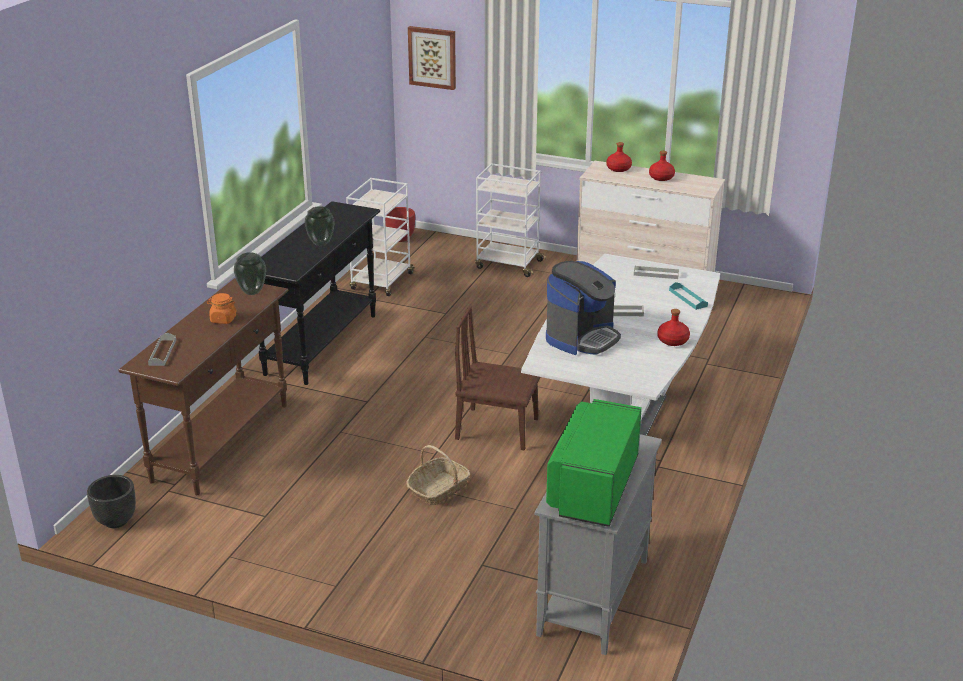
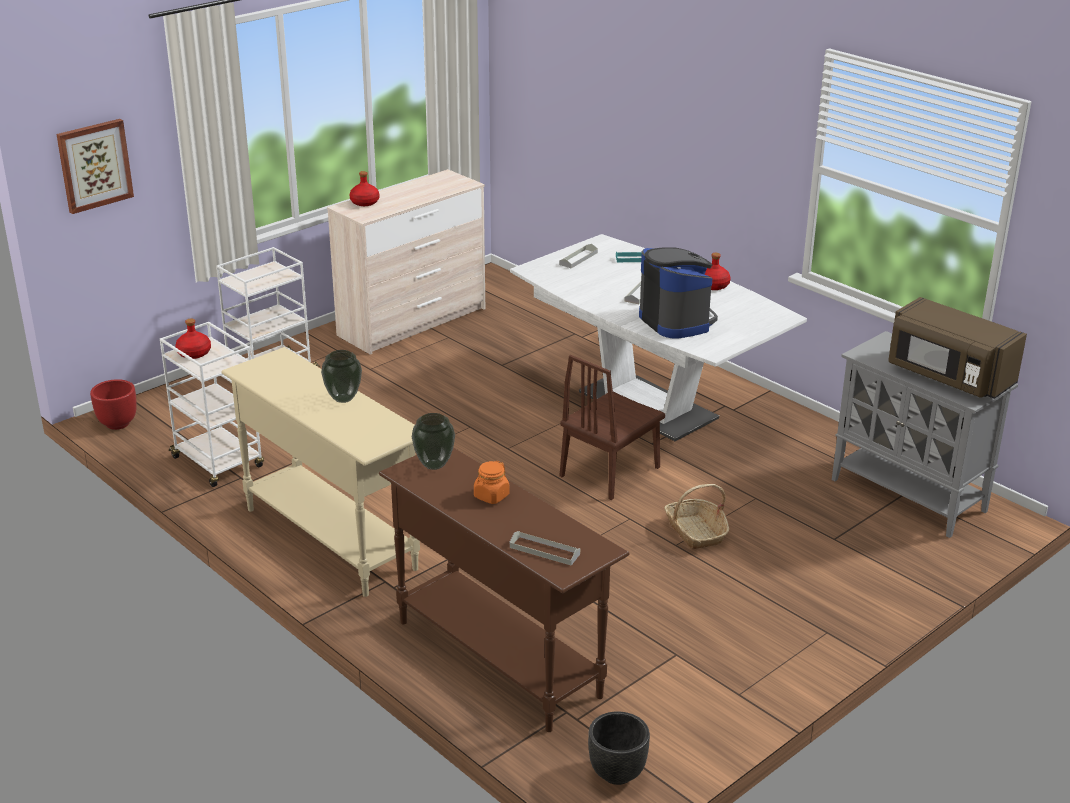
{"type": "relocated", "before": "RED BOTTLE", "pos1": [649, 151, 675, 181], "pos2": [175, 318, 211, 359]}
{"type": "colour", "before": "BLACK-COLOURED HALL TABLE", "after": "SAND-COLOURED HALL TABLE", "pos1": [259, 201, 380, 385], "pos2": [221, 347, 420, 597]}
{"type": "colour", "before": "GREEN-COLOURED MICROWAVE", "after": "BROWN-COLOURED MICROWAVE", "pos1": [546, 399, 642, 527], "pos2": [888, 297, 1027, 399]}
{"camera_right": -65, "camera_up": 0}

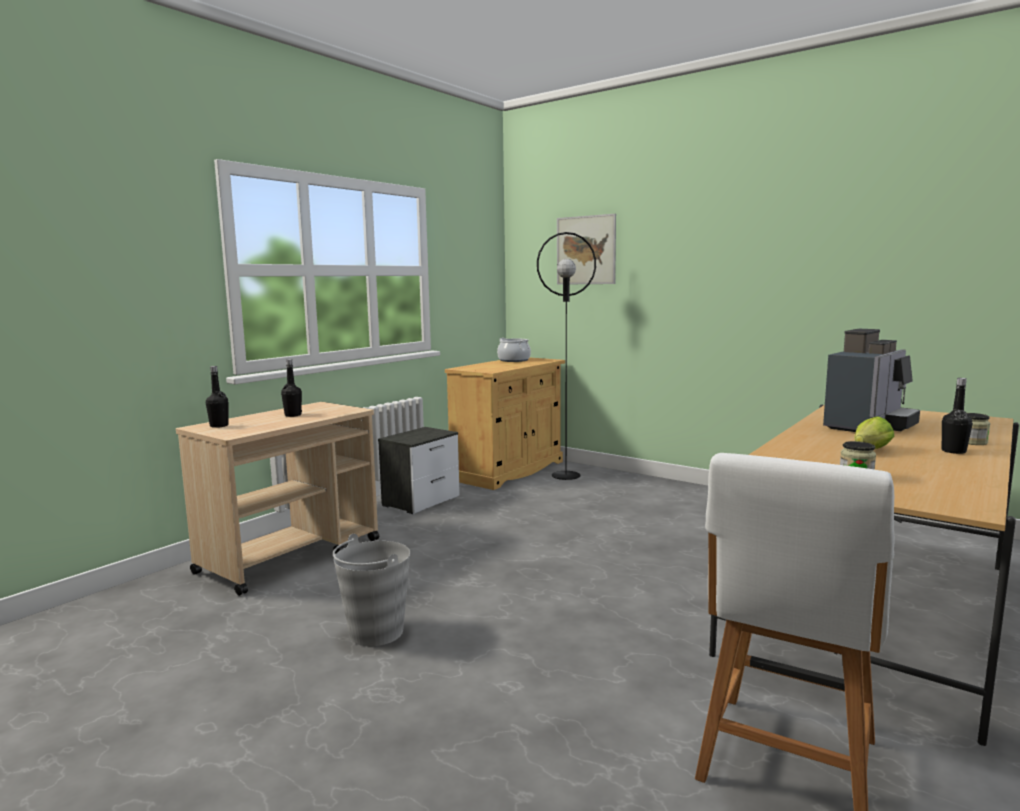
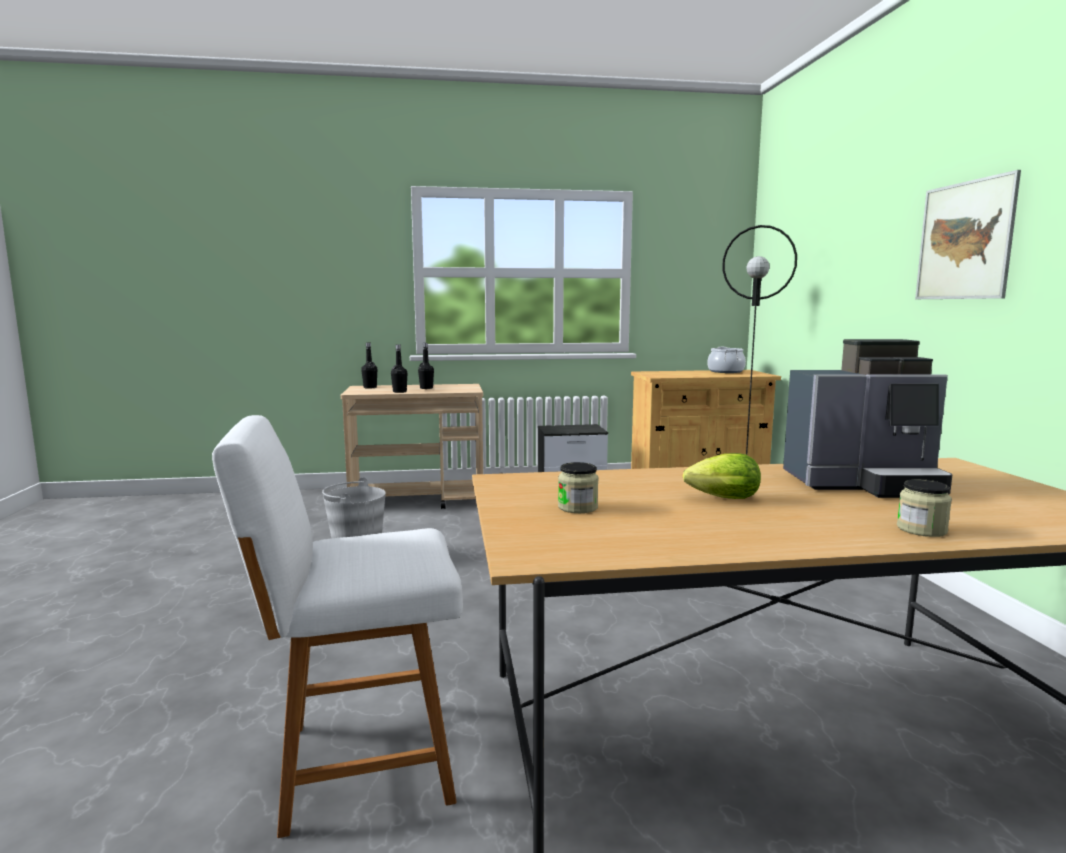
{"type": "relocated", "before": "BLACK-COLOURED BOTTLE", "pos1": [942, 378, 973, 454], "pos2": [391, 344, 407, 393]}
{"type": "relocated", "before": "WALL PICTURE", "pos1": [557, 214, 616, 285], "pos2": [915, 170, 1021, 299]}
{"camera_right": 45, "camera_up": 0}

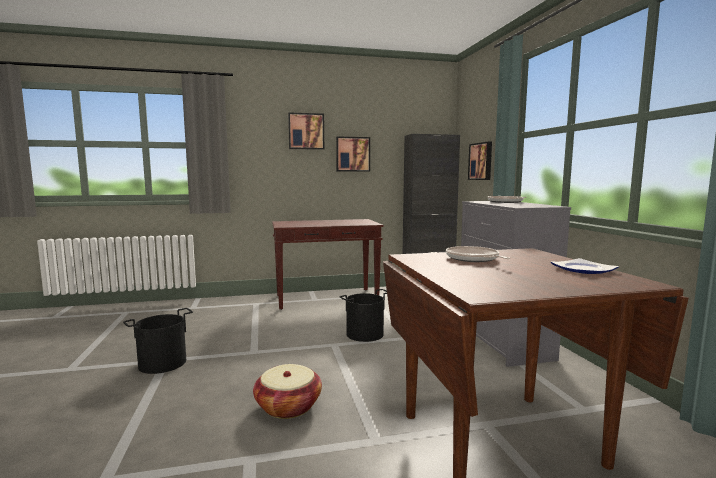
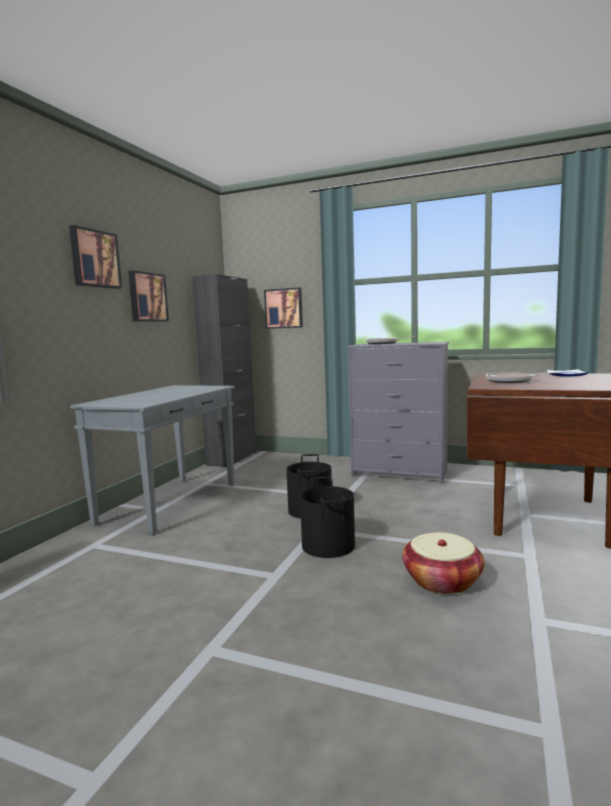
{"type": "colour", "before": "BROWN-COLOURED HALL TABLE", "after": "GREY HALL TABLE", "pos1": [272, 219, 383, 310], "pos2": [70, 385, 235, 534]}
{"type": "relocated", "before": "BLACK-COLOURED PAIL", "pos1": [123, 308, 193, 374], "pos2": [300, 477, 355, 558]}
{"camera_right": -55, "camera_up": 0}

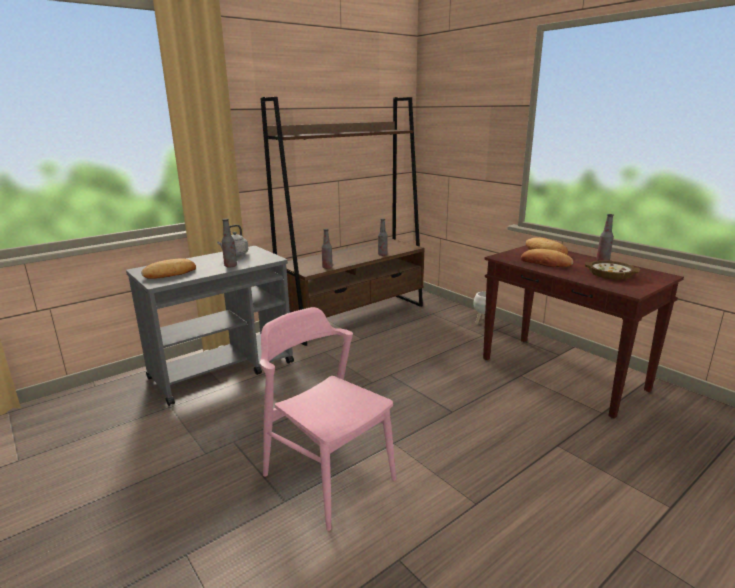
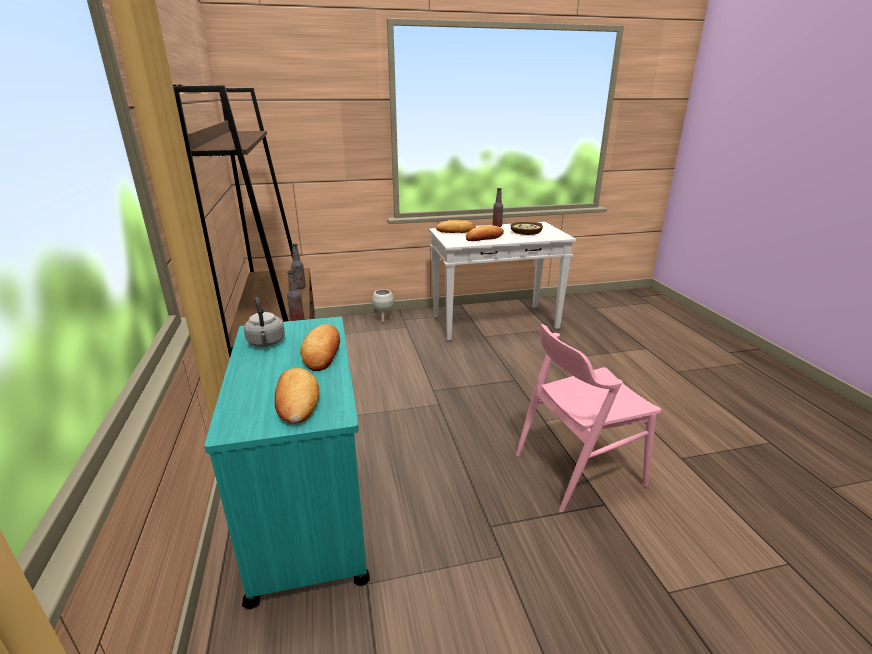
{"type": "colour", "before": "GREY TROLLEY", "after": "BLUE-GREEN TROLLEY", "pos1": [126, 246, 294, 406], "pos2": [204, 316, 370, 609]}
{"type": "exchanged", "before": "BOTTLE", "after": "BAKERY BREAD", "pos1": [222, 219, 237, 268], "pos2": [300, 324, 340, 371]}
{"type": "colour", "before": "BROWN-COLOURED HALL TABLE", "after": "WHITISH HALL TABLE", "pos1": [483, 245, 684, 419], "pos2": [429, 222, 576, 341]}
{"camera_right": -65, "camera_up": 5}

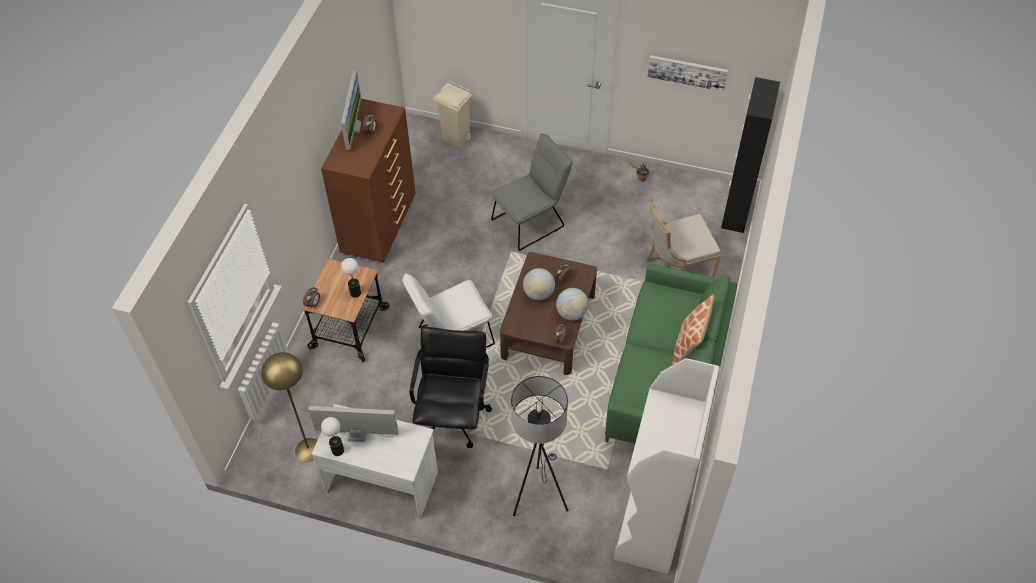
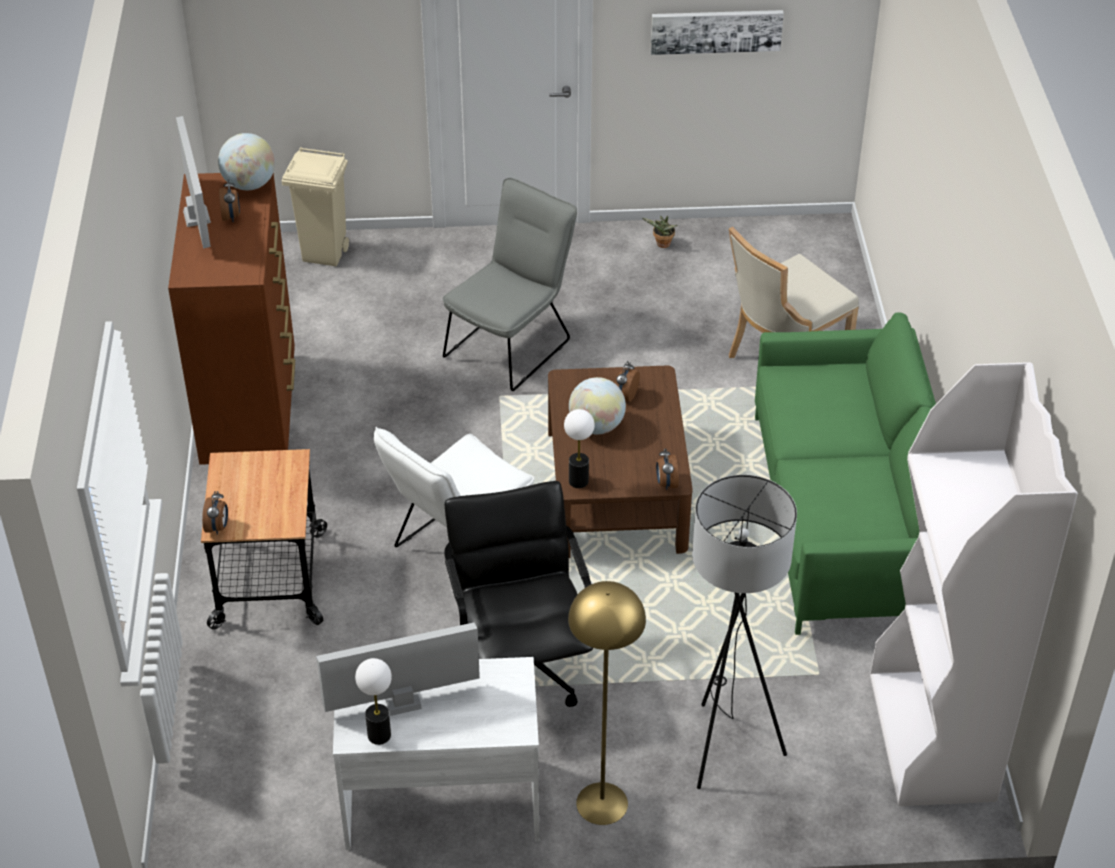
{"type": "relocated", "before": "WORLD GLOBE", "pos1": [556, 288, 589, 320], "pos2": [218, 133, 275, 190]}
{"type": "relocated", "before": "LAMP FOR A TABLE", "pos1": [341, 258, 361, 298], "pos2": [564, 409, 595, 488]}
{"type": "relocated", "before": "YELLOWISH STANDARD LAMP", "pos1": [261, 352, 317, 462], "pos2": [568, 581, 646, 825]}
{"type": "missing", "before": "PILLOW", "pos1": [672, 294, 714, 365]}
{"type": "missing", "before": "BLACK-COLOURED CUPBOARD", "pos1": [721, 77, 780, 233]}
{"camera_right": -20, "camera_up": -10}

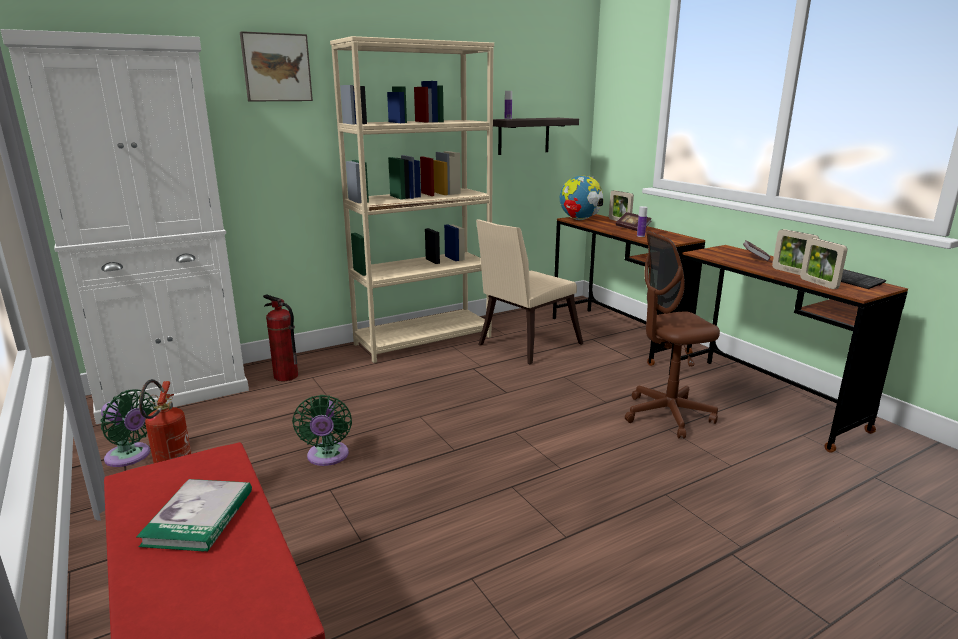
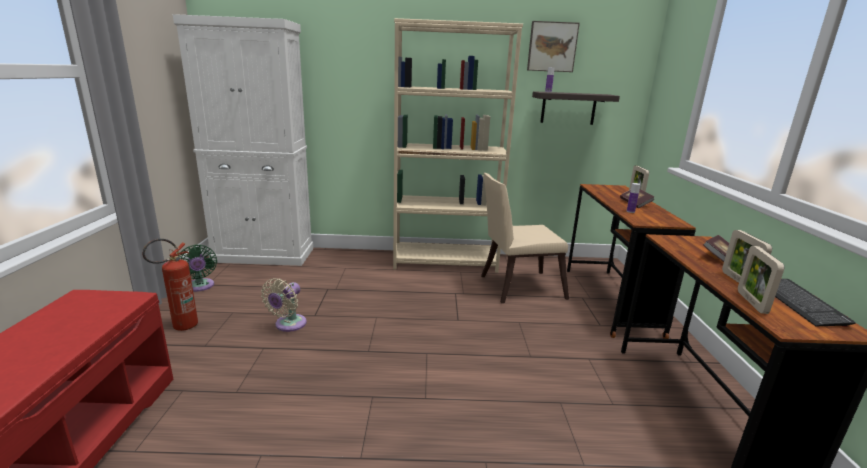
{"type": "colour", "before": "GREEN-COLOURED COOLING FAN", "after": "SAND-COLOURED COOLING FAN", "pos1": [292, 395, 352, 466], "pos2": [261, 278, 307, 332]}
{"type": "relocated", "before": "WALL PICTURE", "pos1": [240, 31, 313, 101], "pos2": [527, 21, 580, 72]}
{"type": "missing", "before": "VOLUME", "pos1": [136, 479, 252, 552]}
{"type": "missing", "before": "EXTINGUISHER", "pos1": [263, 294, 298, 381]}
{"type": "missing", "before": "WORLD GLOBE", "pos1": [560, 175, 603, 220]}
{"type": "missing", "before": "BROWN-COLOURED COMPUTER CHAIR", "pos1": [625, 231, 720, 438]}
{"camera_right": 30, "camera_up": 0}

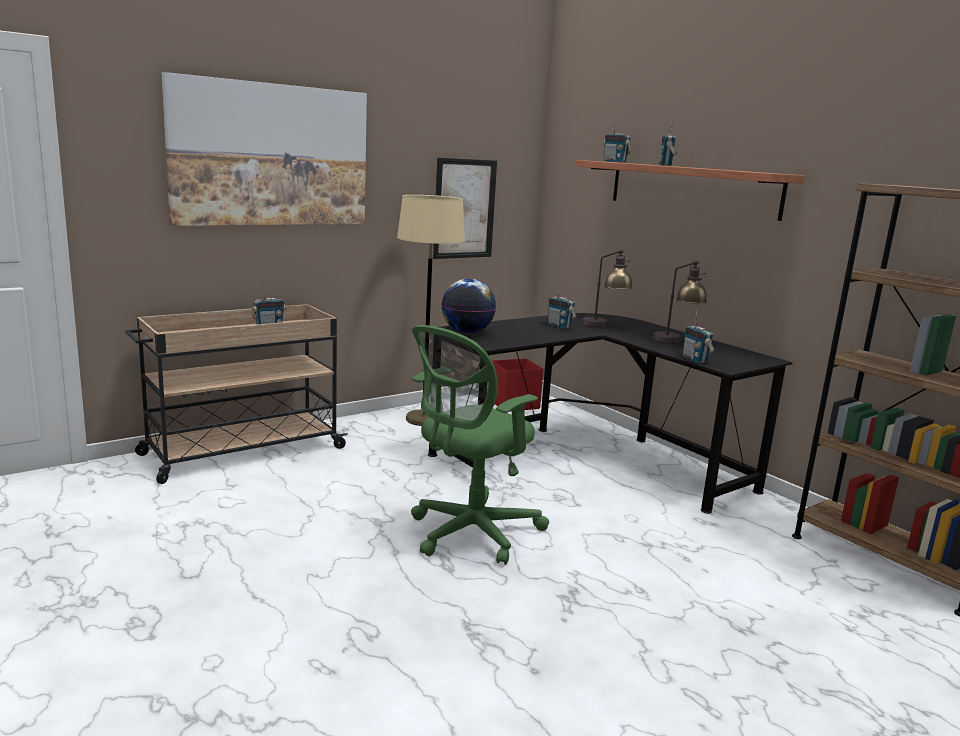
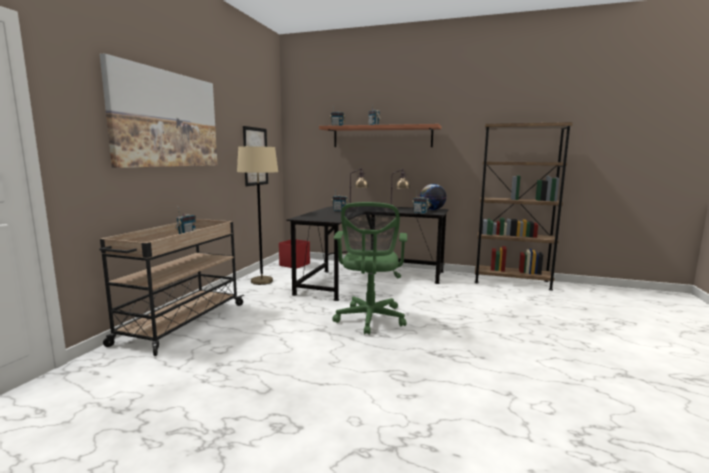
{"type": "relocated", "before": "WORLD GLOBE", "pos1": [442, 279, 496, 333], "pos2": [420, 184, 447, 210]}
{"camera_right": -35, "camera_up": -5}

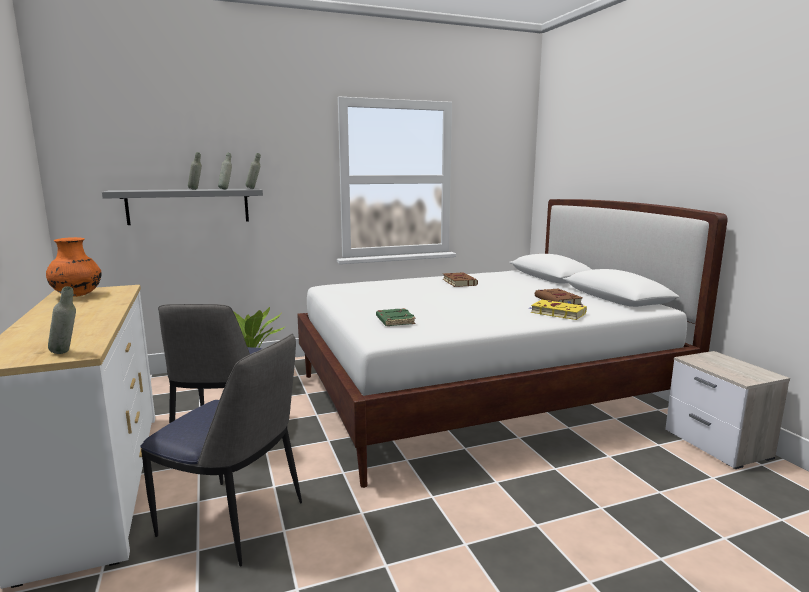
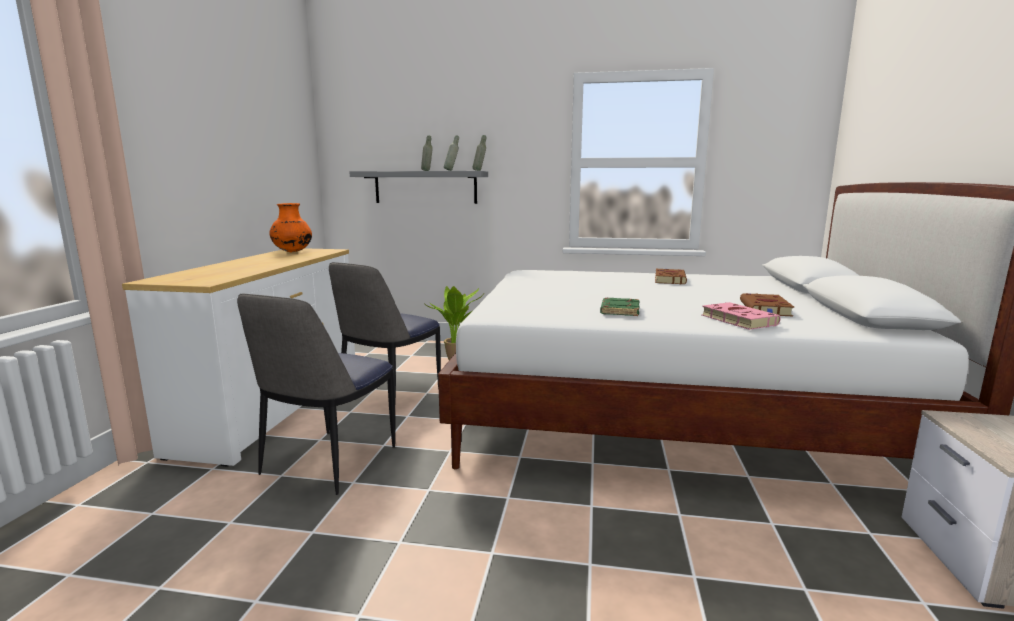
{"type": "spun", "before": "CHAIR", "pos1": [141, 334, 302, 567], "pos2": [237, 294, 395, 495], "turn": 60}
{"type": "relocated", "before": "GREEN-COLOURED VOLUME", "pos1": [376, 308, 416, 326], "pos2": [600, 298, 639, 316]}
{"type": "colour", "before": "YELLOWISH VOLUME", "after": "PINKISH VOLUME", "pos1": [528, 300, 587, 320], "pos2": [701, 302, 780, 330]}
{"type": "missing", "before": "GREY BOTTLE", "pos1": [48, 286, 76, 354]}
{"camera_right": 30, "camera_up": 0}

